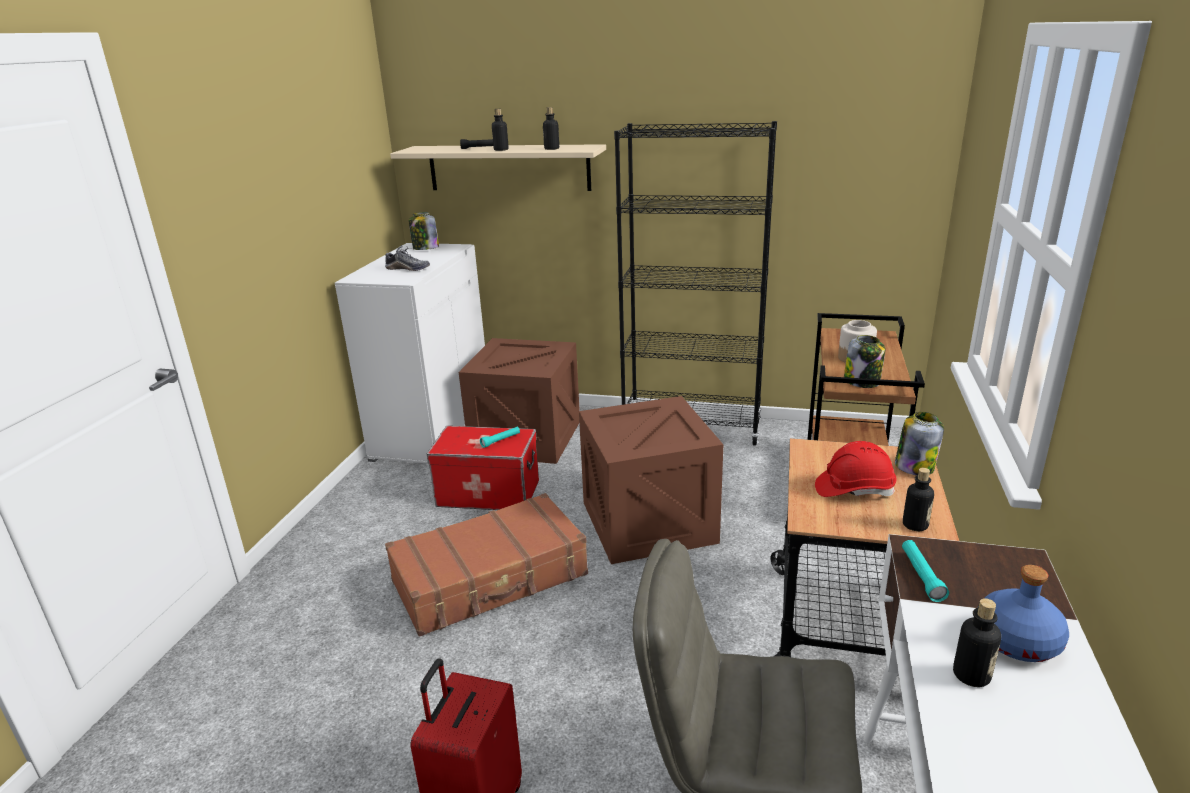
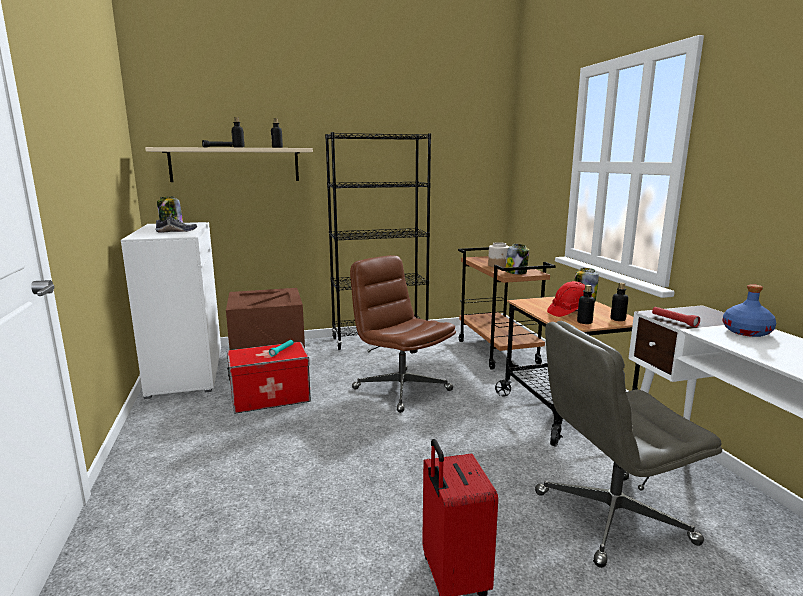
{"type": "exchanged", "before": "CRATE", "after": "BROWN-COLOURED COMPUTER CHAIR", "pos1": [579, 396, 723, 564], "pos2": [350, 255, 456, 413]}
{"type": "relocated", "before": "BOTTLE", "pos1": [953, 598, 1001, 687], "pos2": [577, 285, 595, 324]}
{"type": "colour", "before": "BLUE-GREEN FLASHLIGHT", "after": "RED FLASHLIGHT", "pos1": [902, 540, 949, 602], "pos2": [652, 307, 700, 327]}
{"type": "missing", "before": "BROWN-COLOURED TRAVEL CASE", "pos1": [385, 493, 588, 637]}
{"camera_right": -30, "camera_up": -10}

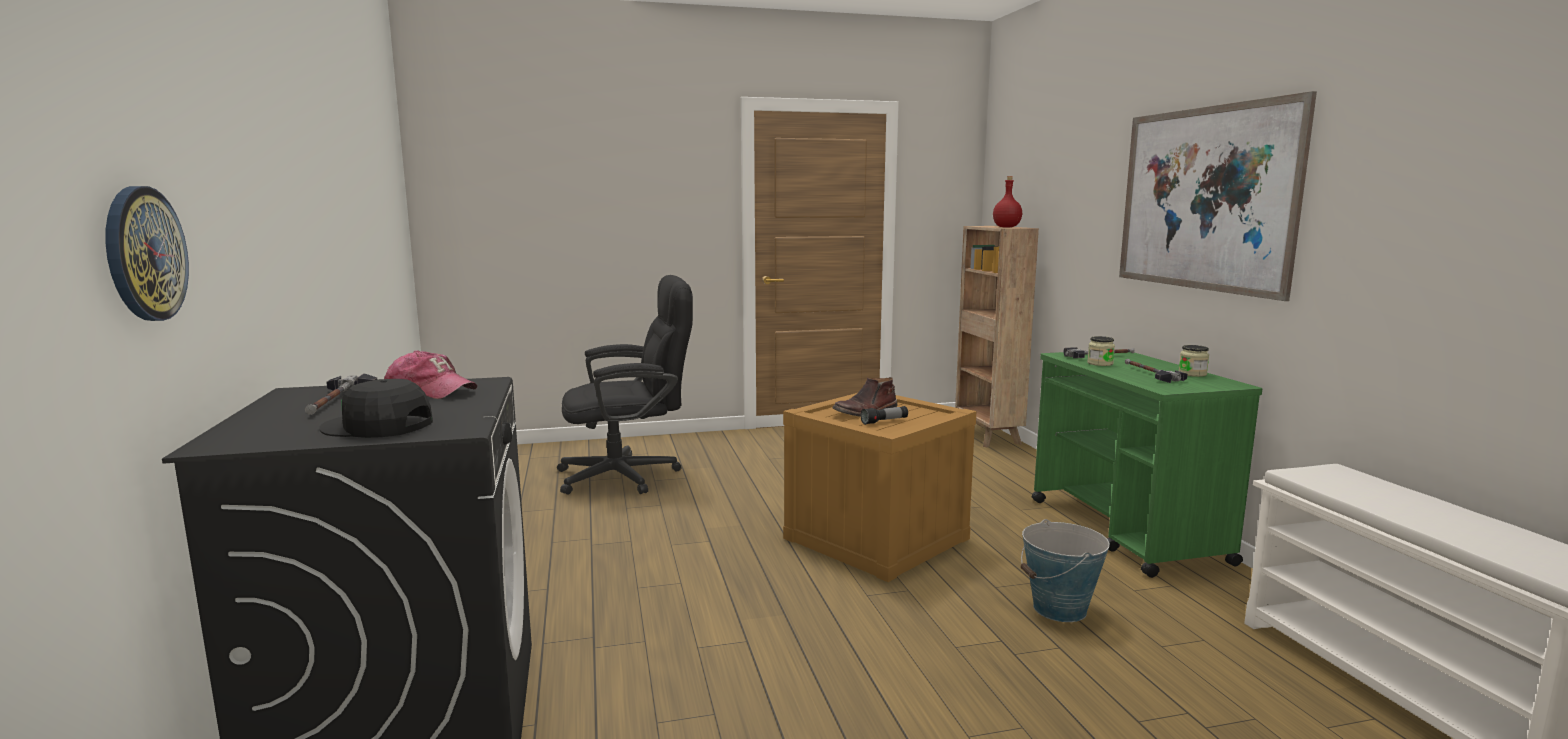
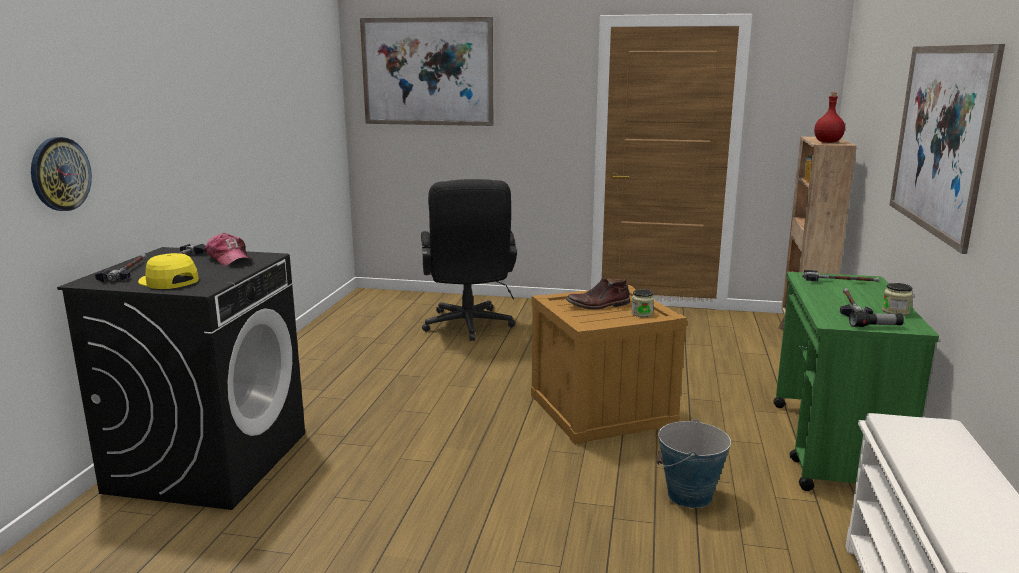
{"type": "appeared", "after": "TOOL HAMMER", "pos2": [95, 254, 147, 283]}
{"type": "colour", "before": "BLACK-COLOURED CAP", "after": "YELLOWISH CAP", "pos1": [319, 379, 433, 438], "pos2": [138, 253, 199, 289]}
{"type": "appeared", "after": "WALL PICTURE", "pos2": [360, 17, 493, 126]}
{"type": "spun", "before": "BLACK-COLOURED COMPUTER CHAIR", "pos1": [557, 275, 693, 495], "pos2": [421, 179, 517, 341], "turn": 75}
{"type": "relocated", "before": "JAR", "pos1": [1087, 336, 1115, 366], "pos2": [631, 289, 654, 317]}
{"type": "relocated", "before": "FLASHLIGHT", "pos1": [860, 406, 908, 425], "pos2": [849, 311, 904, 327]}
{"camera_right": 25, "camera_up": 5}

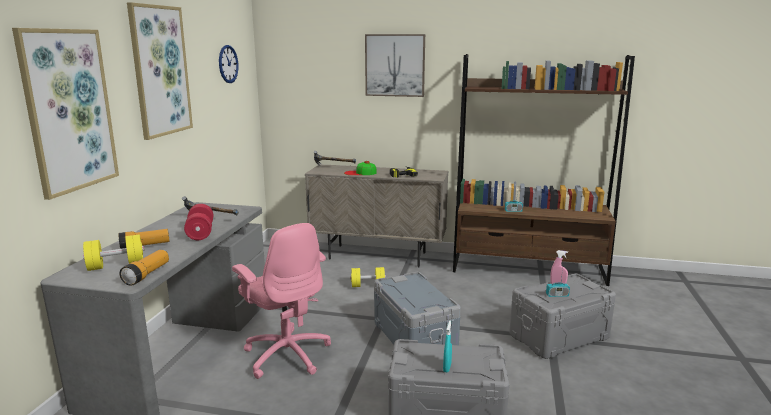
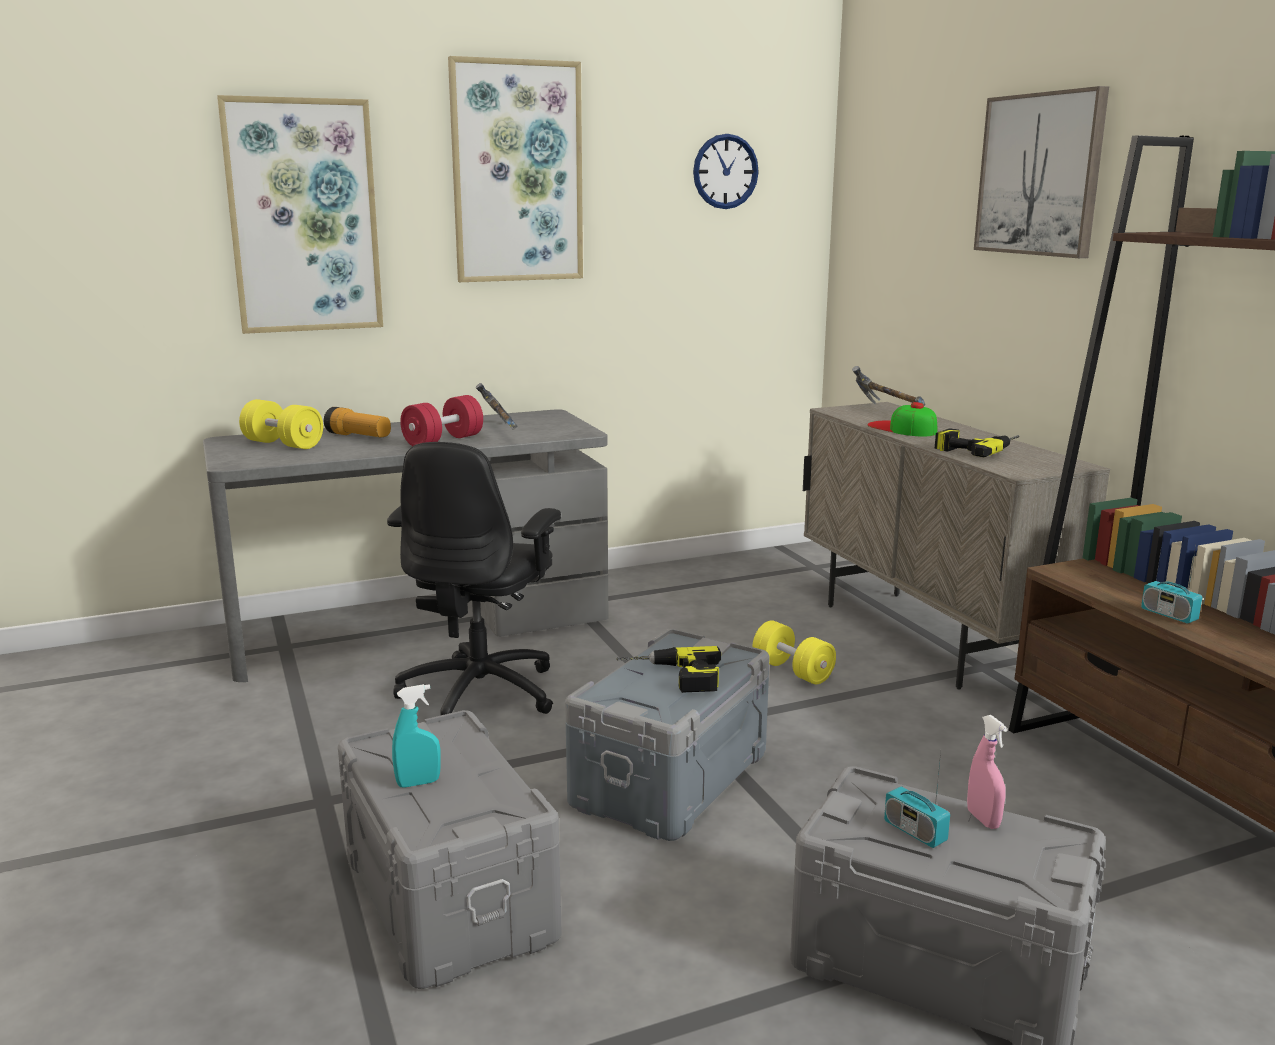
{"type": "colour", "before": "PINKISH COMPUTER CHAIR", "after": "BLACK-COLOURED COMPUTER CHAIR", "pos1": [232, 223, 331, 379], "pos2": [387, 442, 561, 715]}
{"type": "appeared", "after": "POWER DRILL", "pos2": [617, 646, 721, 693]}
{"type": "missing", "before": "FLASHLIGHT", "pos1": [120, 250, 169, 286]}
{"camera_right": 55, "camera_up": 0}

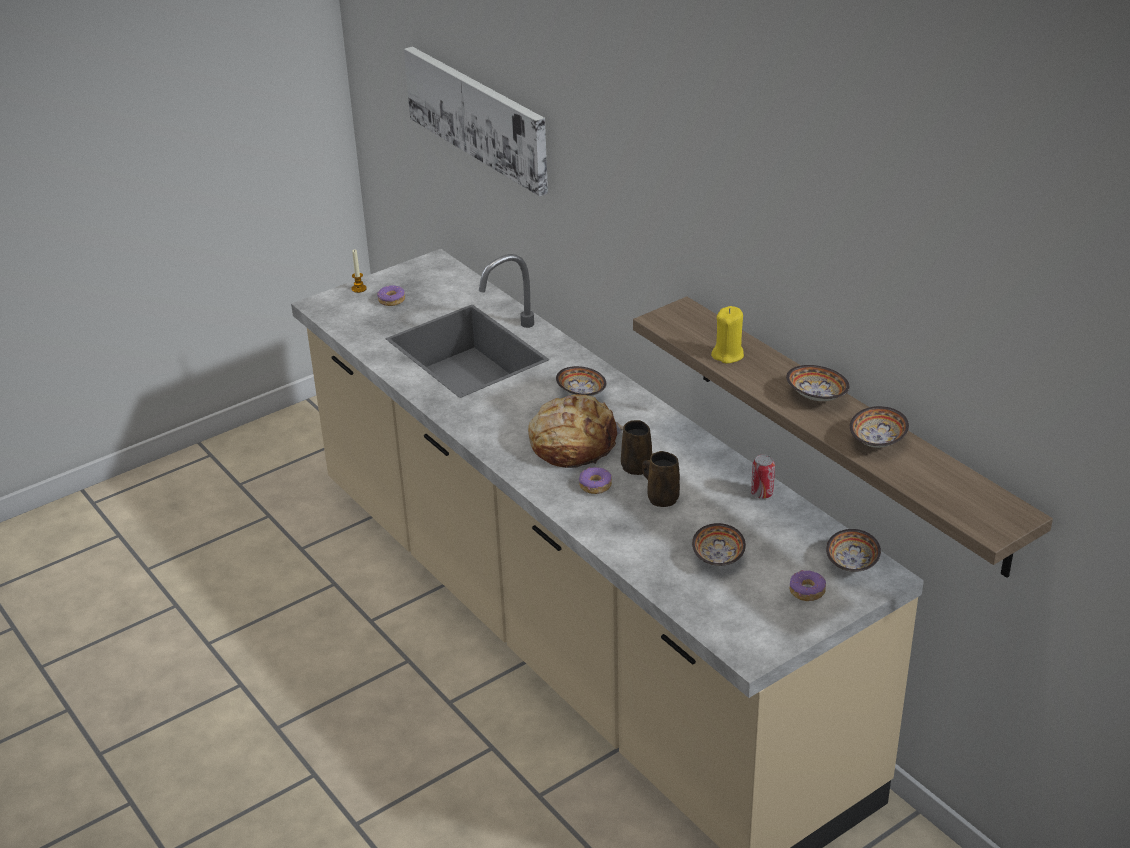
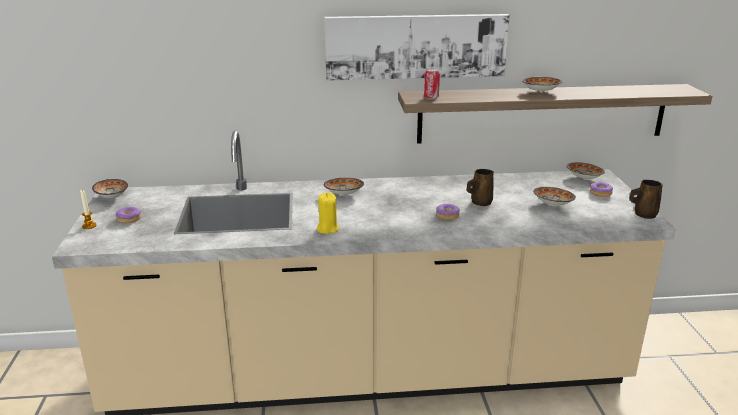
{"type": "relocated", "before": "BOWL", "pos1": [850, 406, 909, 448], "pos2": [92, 179, 128, 198]}
{"type": "relocated", "before": "YELLOWISH WAX LIGHT", "pos1": [711, 306, 744, 363], "pos2": [317, 192, 339, 234]}
{"type": "relocated", "before": "WALL PICTURE", "pos1": [404, 47, 548, 196], "pos2": [324, 14, 510, 81]}
{"type": "relocated", "before": "CAN", "pos1": [751, 454, 775, 499], "pos2": [424, 68, 440, 100]}
{"type": "relocated", "before": "BROWN-COLOURED COFFEE MUG", "pos1": [621, 420, 652, 475], "pos2": [629, 180, 663, 219]}
{"type": "missing", "before": "BAKERY BREAD", "pos1": [528, 394, 624, 468]}
{"camera_right": -60, "camera_up": -10}

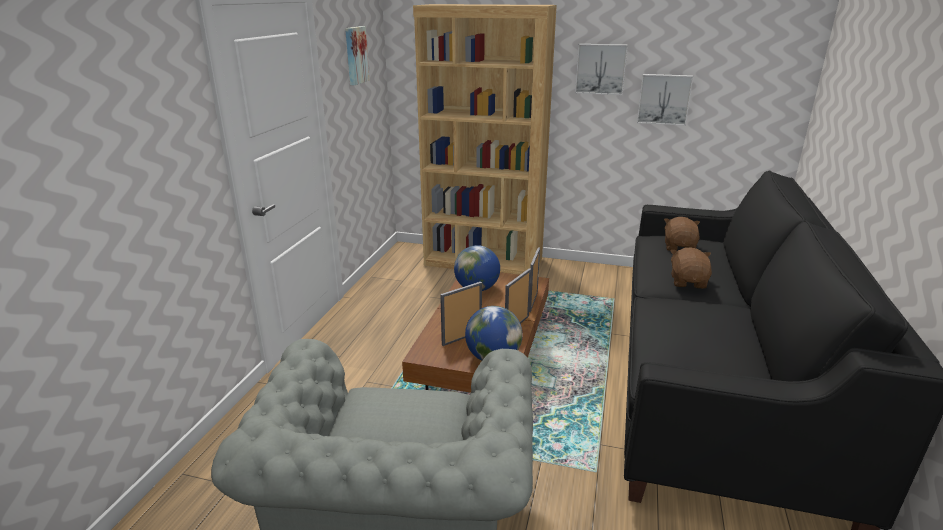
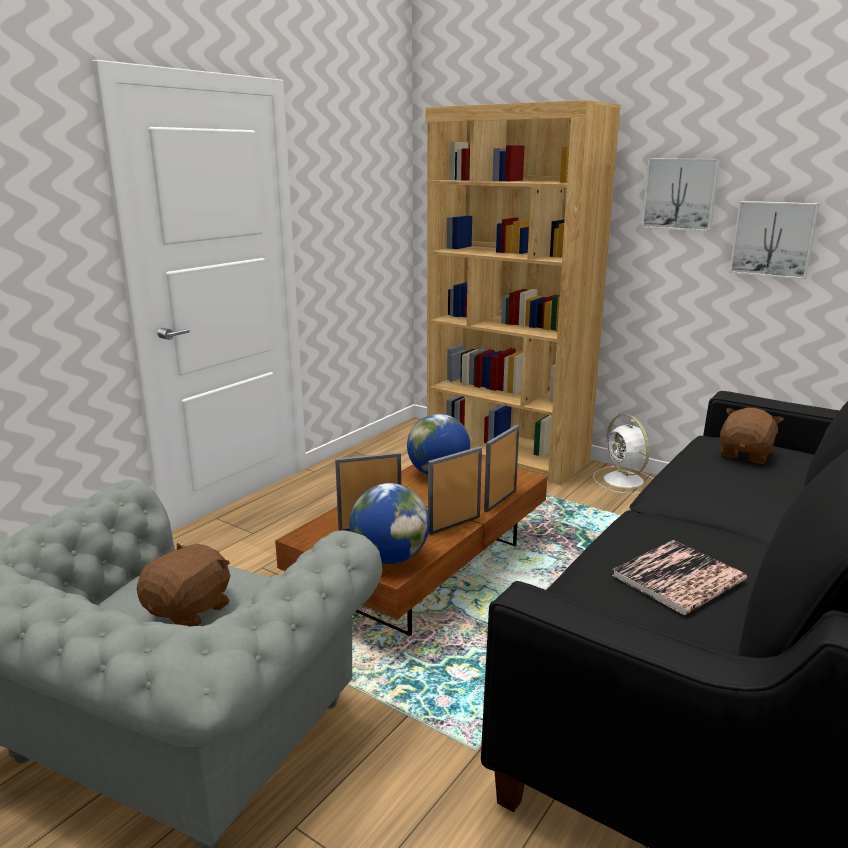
{"type": "relocated", "before": "BROWN-COLOURED PLUSH TOY", "pos1": [671, 248, 712, 289], "pos2": [137, 542, 230, 627]}
{"type": "appeared", "after": "WHITISH COOLING FAN", "pos2": [593, 414, 654, 494]}
{"type": "appeared", "after": "VOLUME", "pos2": [612, 540, 747, 615]}
{"type": "missing", "before": "WALL PICTURE", "pos1": [345, 26, 370, 85]}
{"camera_right": 20, "camera_up": -5}

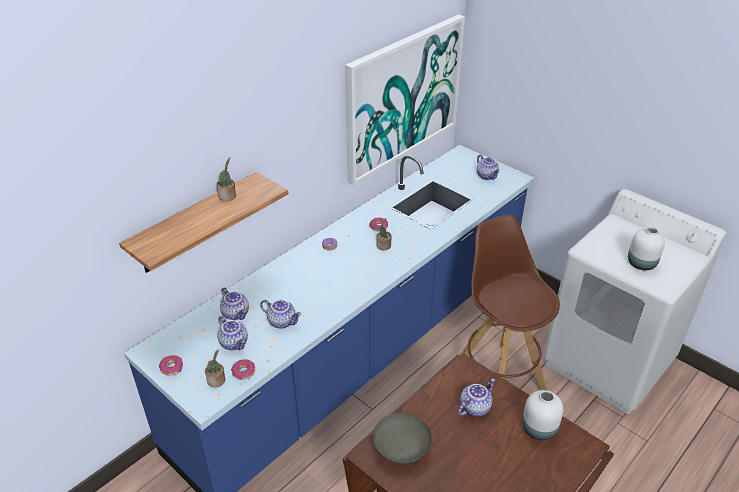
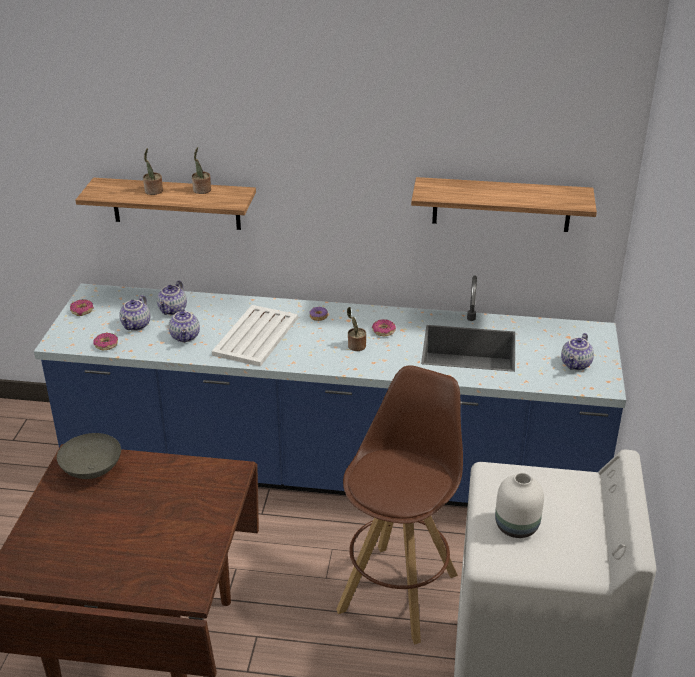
{"type": "relocated", "before": "HOUSEPLANT", "pos1": [205, 350, 225, 388], "pos2": [143, 148, 163, 195]}
{"type": "appeared", "after": "WHITISH CARRYING TRAY", "pos2": [212, 305, 298, 367]}
{"type": "exchanged", "before": "WALL PICTURE", "after": "SHELF", "pos1": [345, 14, 465, 185], "pos2": [411, 177, 597, 232]}
{"type": "missing", "before": "POT FOR TEA", "pos1": [458, 379, 495, 417]}
{"type": "missing", "before": "WHITISH VASE", "pos1": [522, 390, 563, 440]}
{"camera_right": 55, "camera_up": -5}

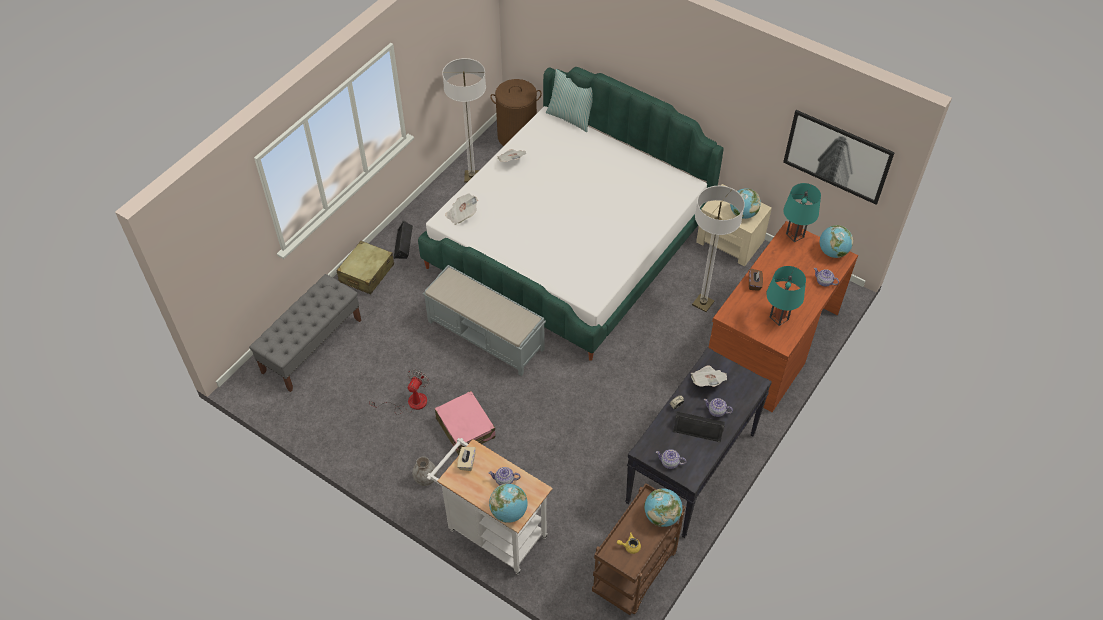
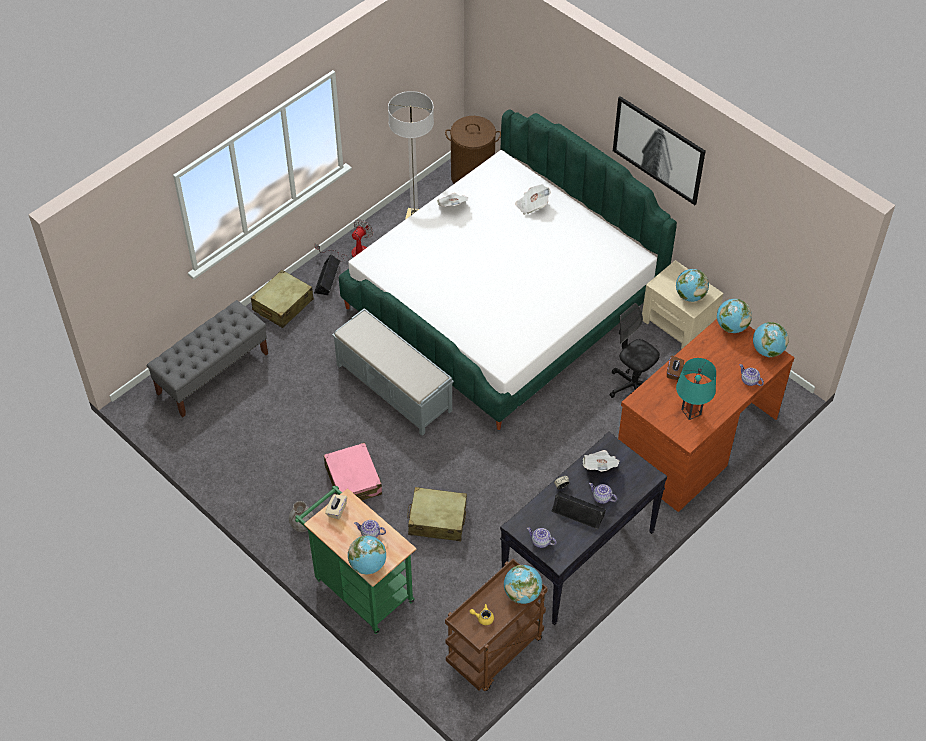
{"type": "colour", "before": "WHITISH TROLLEY", "after": "GREEN-COLOURED TROLLEY", "pos1": [427, 438, 552, 575], "pos2": [295, 486, 416, 634]}
{"type": "relocated", "before": "COOLING FAN", "pos1": [369, 369, 430, 414], "pos2": [315, 219, 373, 262]}
{"type": "appeared", "after": "SAND-COLOURED TRAVEL CASE", "pos2": [407, 487, 467, 541]}
{"type": "relocated", "before": "DAILY PAPER", "pos1": [445, 193, 478, 225], "pos2": [515, 184, 551, 215]}
{"type": "exchanged", "before": "STANDARD LAMP", "after": "BLACK-COLOURED COMPUTER CHAIR", "pos1": [692, 186, 745, 312], "pos2": [610, 303, 660, 398]}
{"type": "relocated", "before": "WALL PICTURE", "pos1": [783, 110, 895, 205], "pos2": [613, 96, 706, 205]}
{"type": "exchanged", "before": "BLUE-GREEN LAMP FOR A TABLE", "after": "WORLD GLOBE", "pos1": [783, 183, 821, 242], "pos2": [717, 299, 752, 333]}
{"type": "missing", "before": "PILLOW", "pos1": [546, 69, 593, 132]}
{"camera_right": 10, "camera_up": 0}

